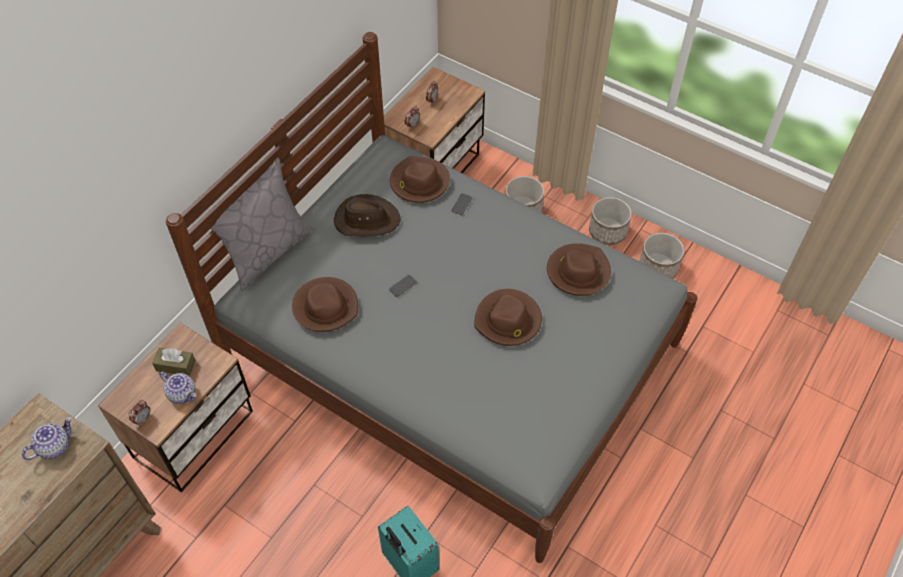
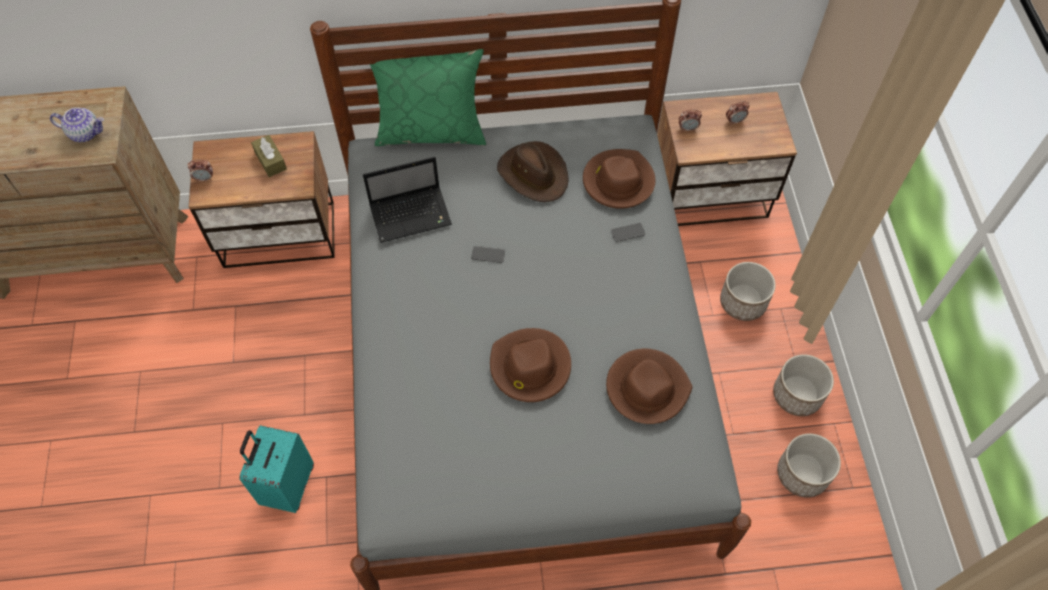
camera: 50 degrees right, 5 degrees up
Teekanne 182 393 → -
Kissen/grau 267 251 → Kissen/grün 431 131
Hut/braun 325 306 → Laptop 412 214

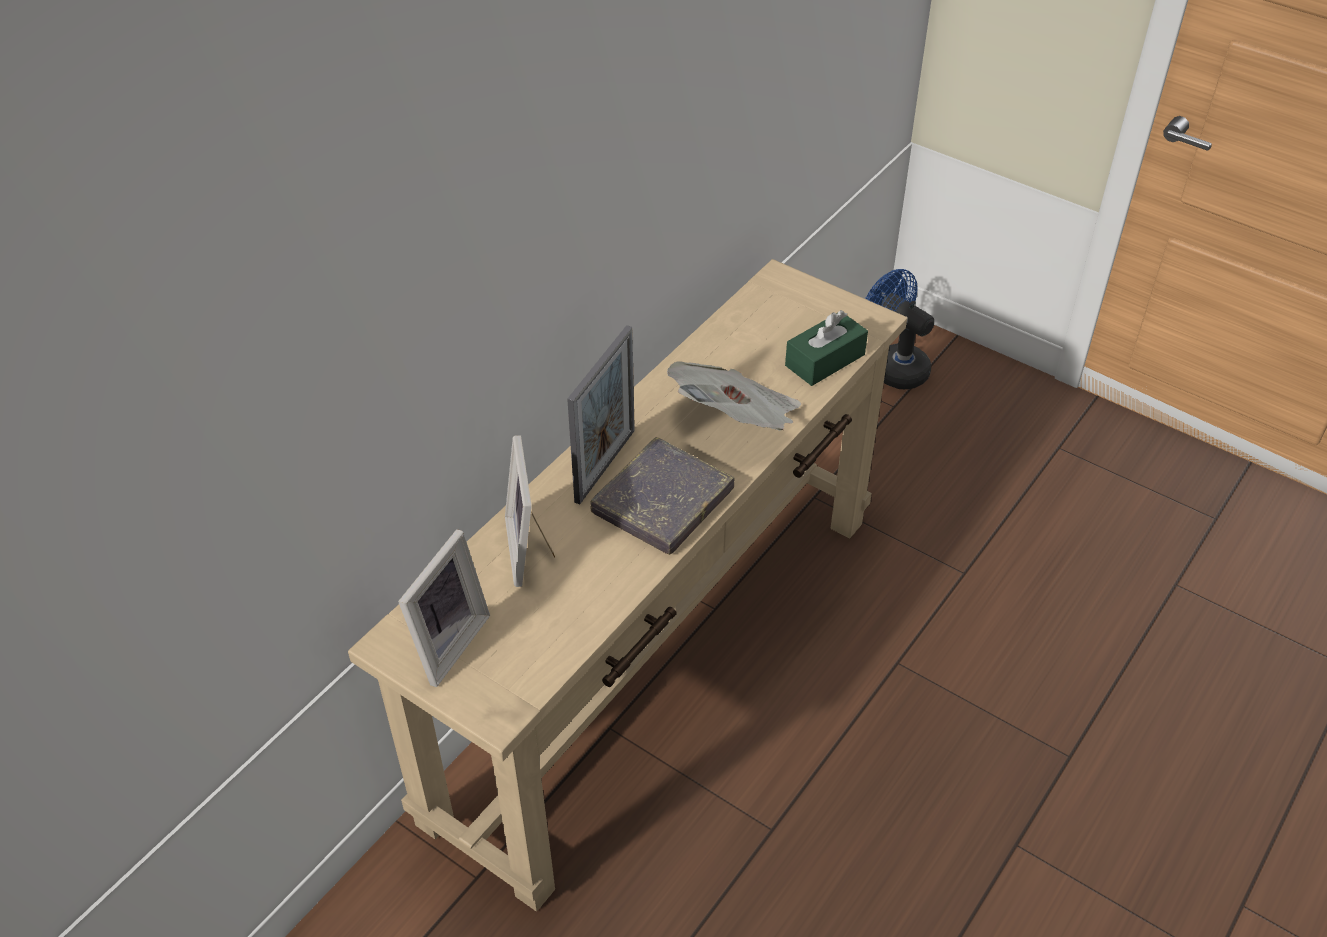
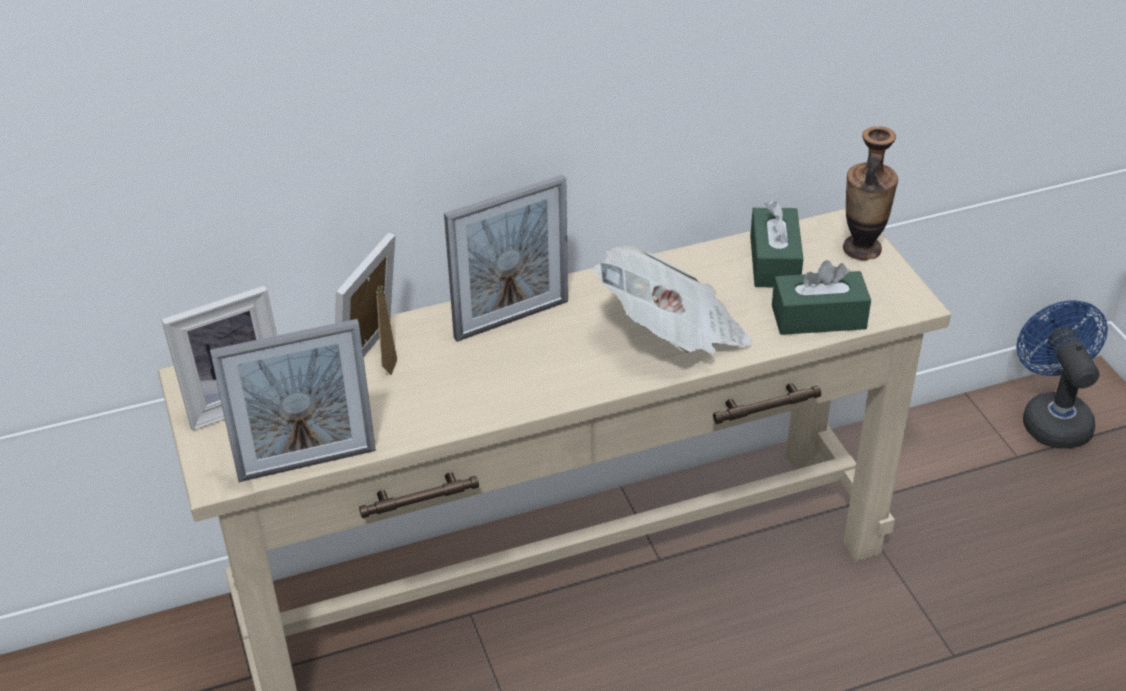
camera: 35 degrees right, 5 degrees down
Buch/grau 662 501 → -
- → Bilderrahmen 307 464
- → Taschentuchbox/grün 774 261
- → Vase 862 249

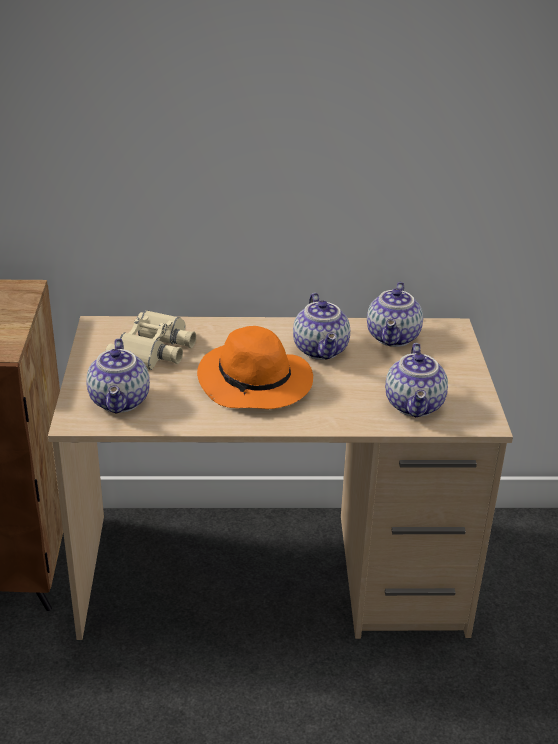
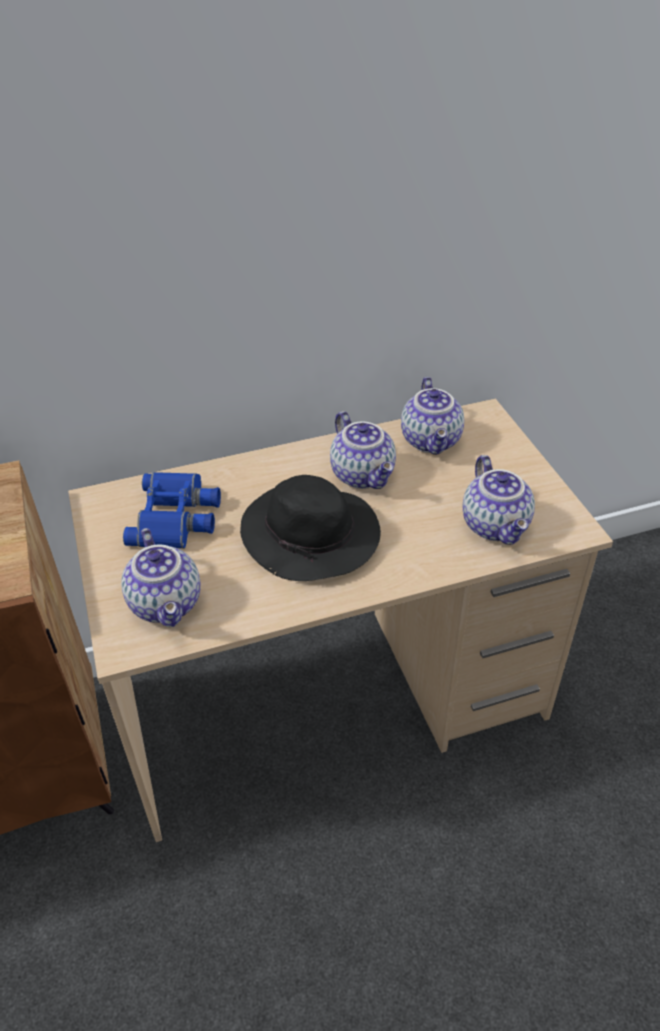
camera: 15 degrees left, 10 degrees up
Fernglas/beige 155 349 → Fernglas/blau 177 517
Hut/orange 256 383 → Hut/schwarz 312 538

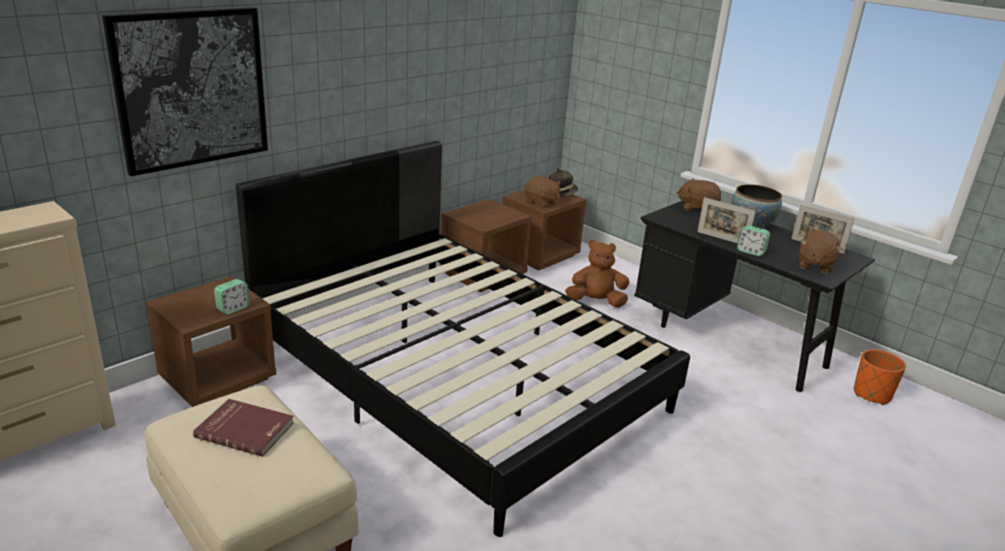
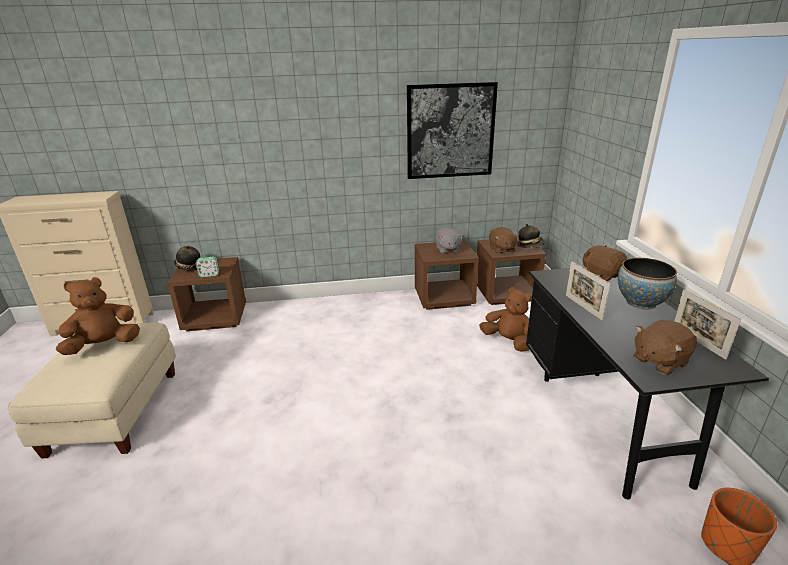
camera: 40 degrees right, 0 degrees up
Bild 192 89 → Bild 450 131, shifted
Buch/rot 246 429 → Plüschtier/braun 104 345
Bett/schwarz 457 375 → -
Wecker 750 251 → -
- → Hut 189 267
- → Plüschtier/grau 447 250

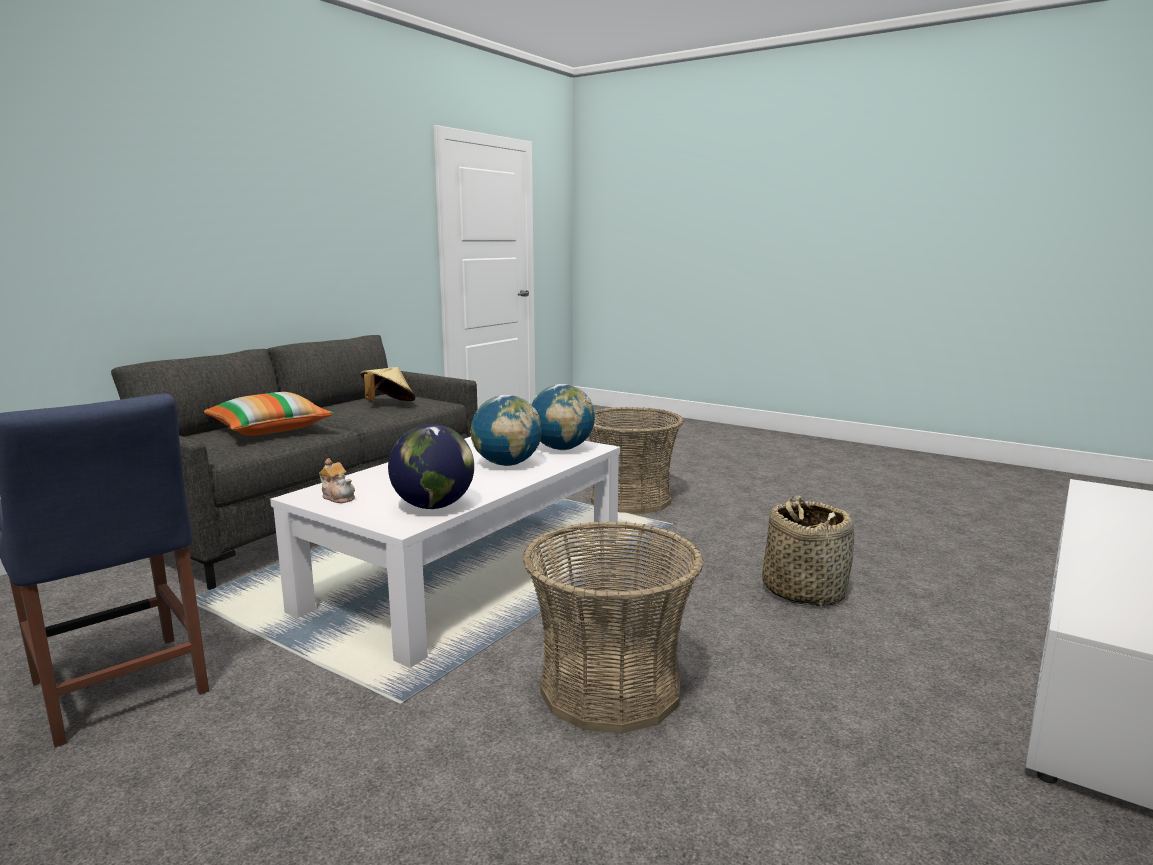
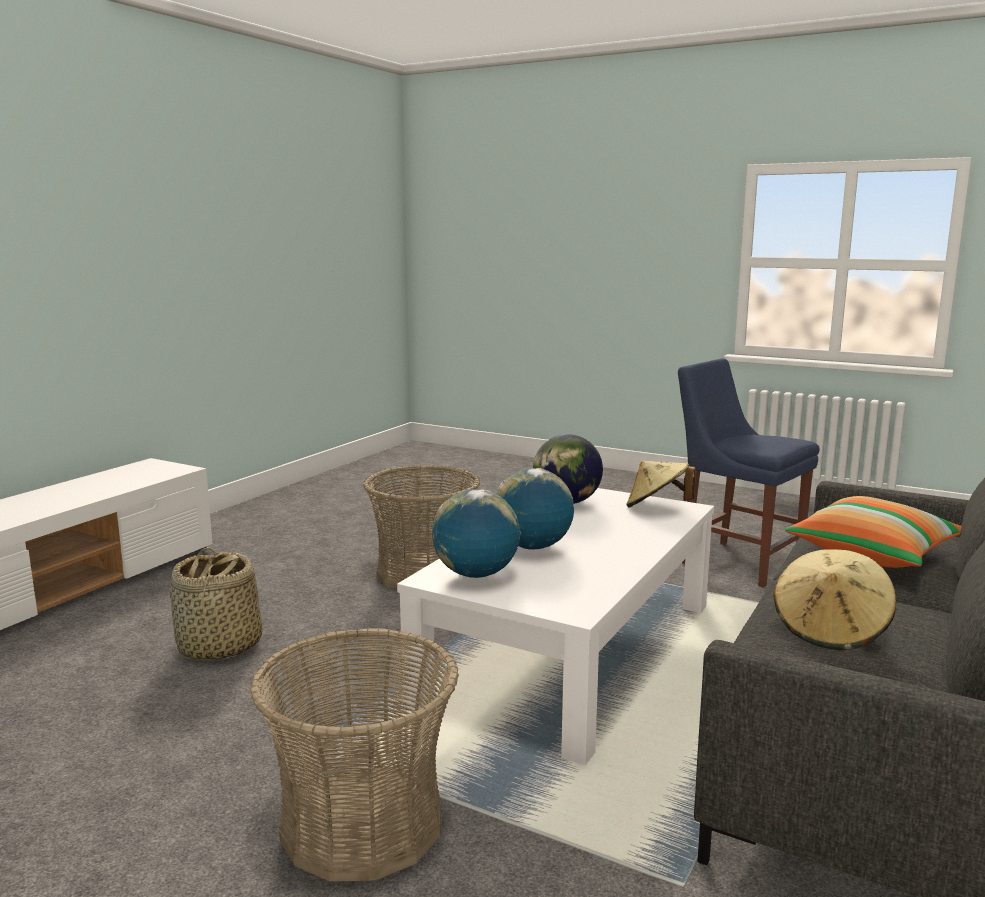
camera: 175 degrees right, 0 degrees up
Teekanne 338 497 → Hut/beige 657 507

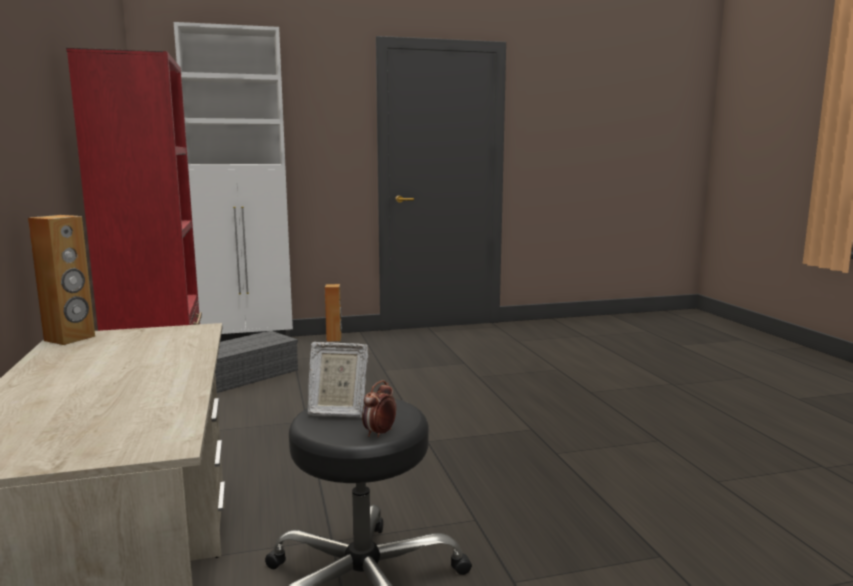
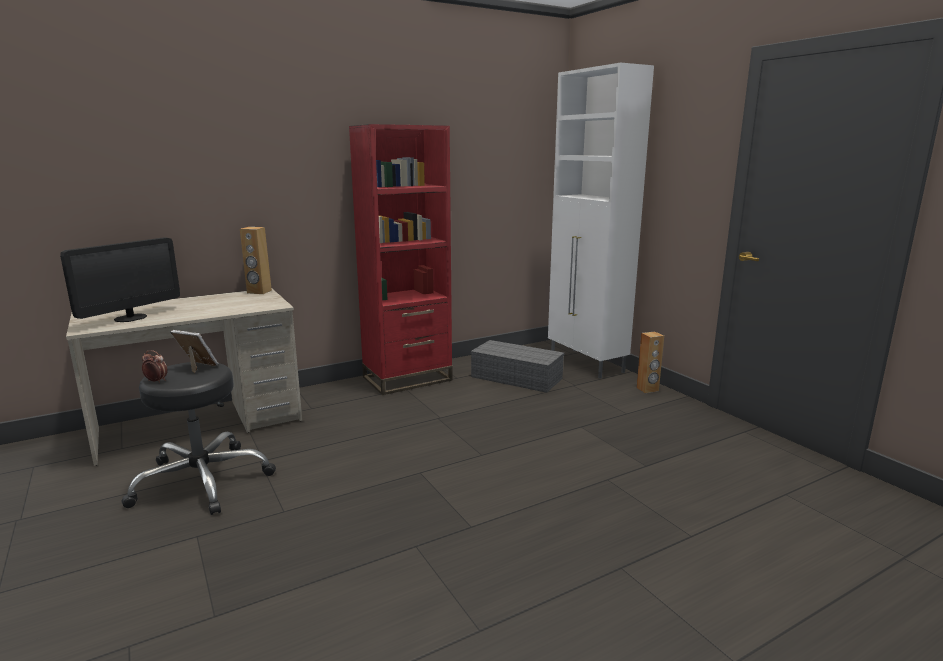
camera: 75 degrees right, 5 degrees up
Bilderrahmen 337 411 → Bilderrahmen 198 367, 120 degrees clockwise
- → Monitor 130 318

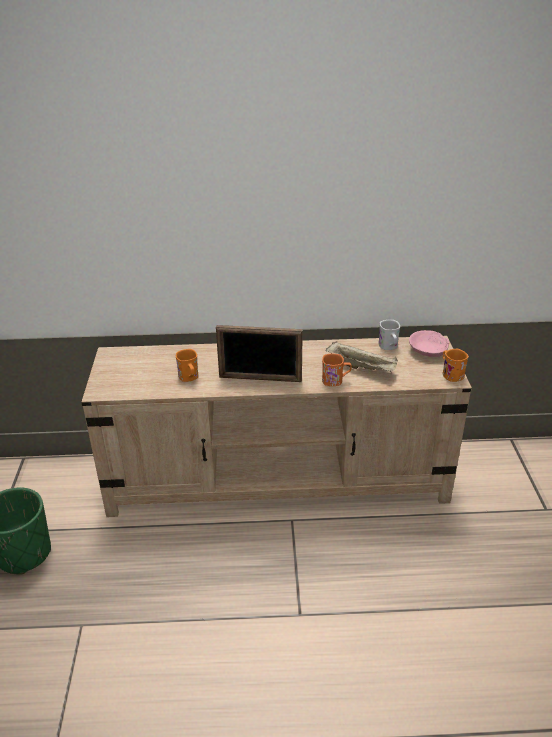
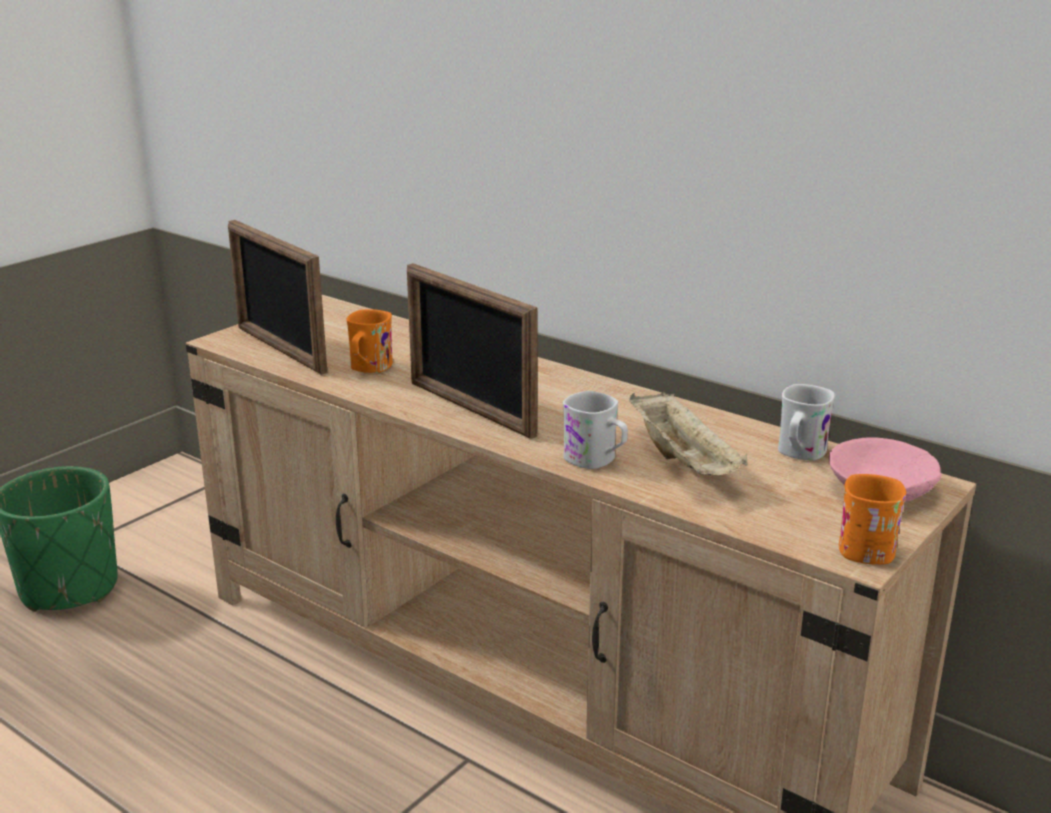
camera: 40 degrees right, 10 degrees down
Henkelbecher/orange 336 380 → Henkelbecher/weiß 596 461
- → Bilderrahmen 280 350

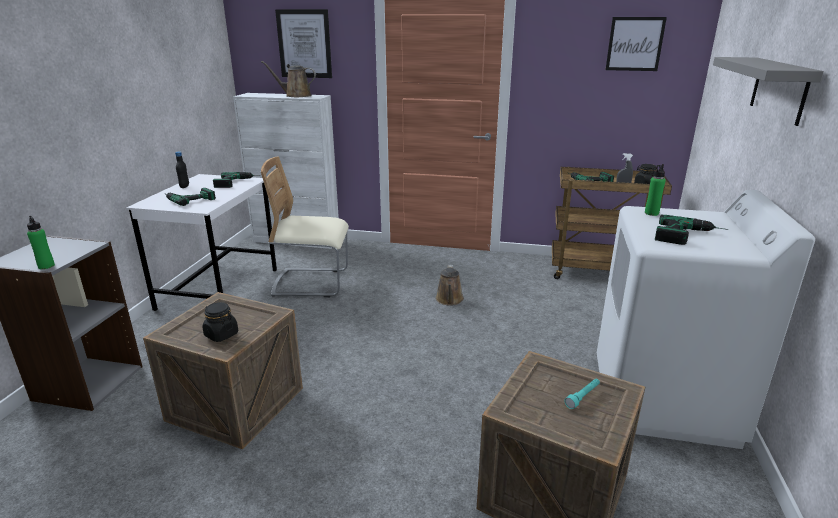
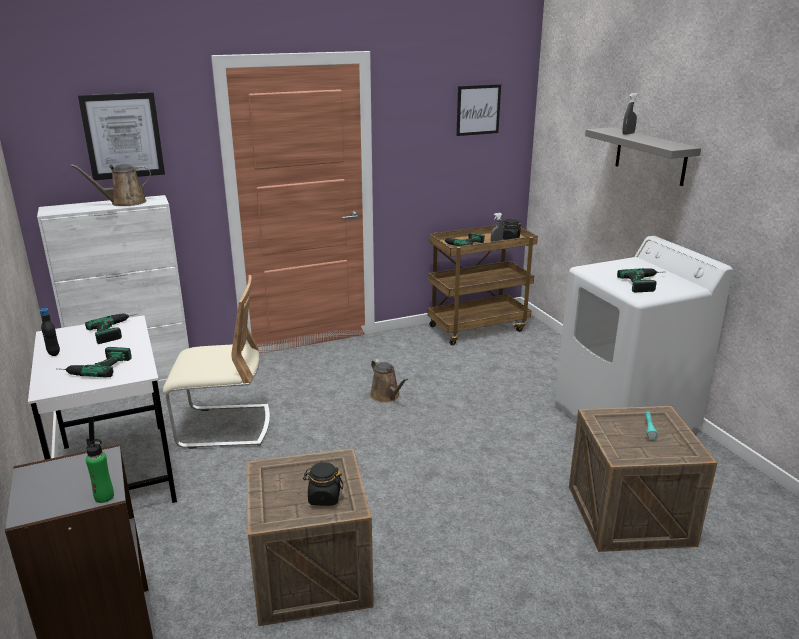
camera: 35 degrees left, 0 degrees up
Stuhl/beige 311 283 → Stuhl/beige 224 427, 150 degrees counterclockwise
Flasche/grün 651 213 → -
- → Sprühflasche/grau 628 134

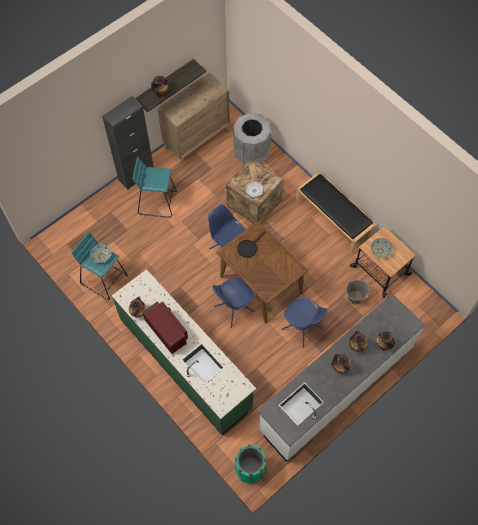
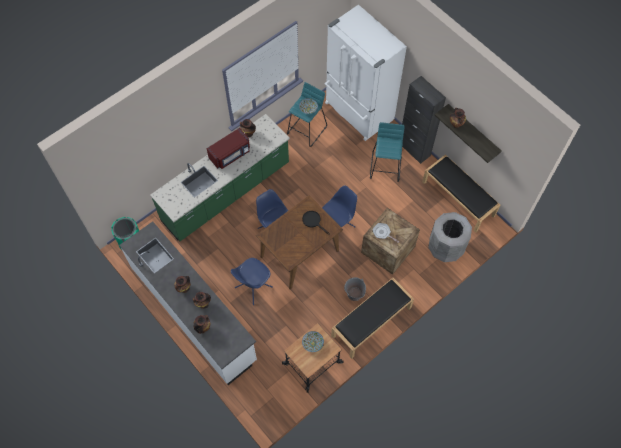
camera: 90 degrees right, 0 degrees up
Kommode/braun 197 139 → Bank/schwarz 458 199
Eimer/grau 355 297 → Eimer/grau 354 294, shifted
- → Kühlschrank/weiß 358 112

